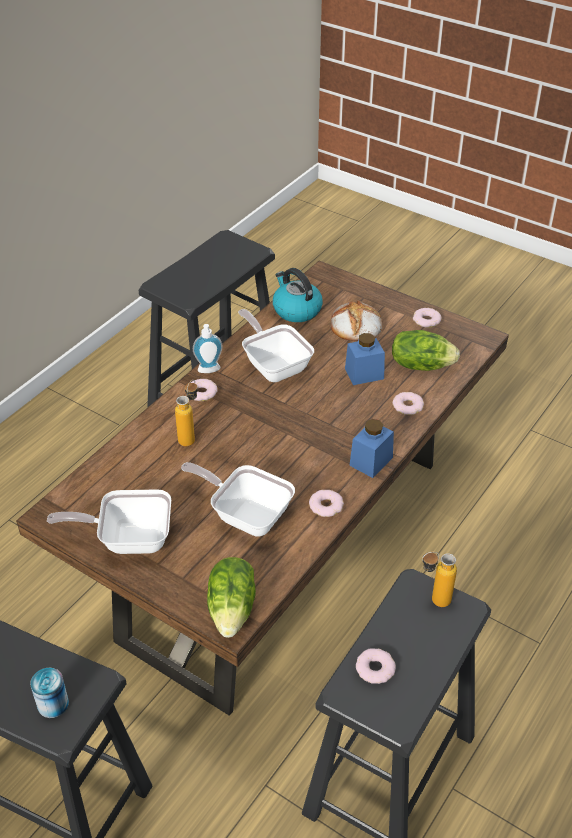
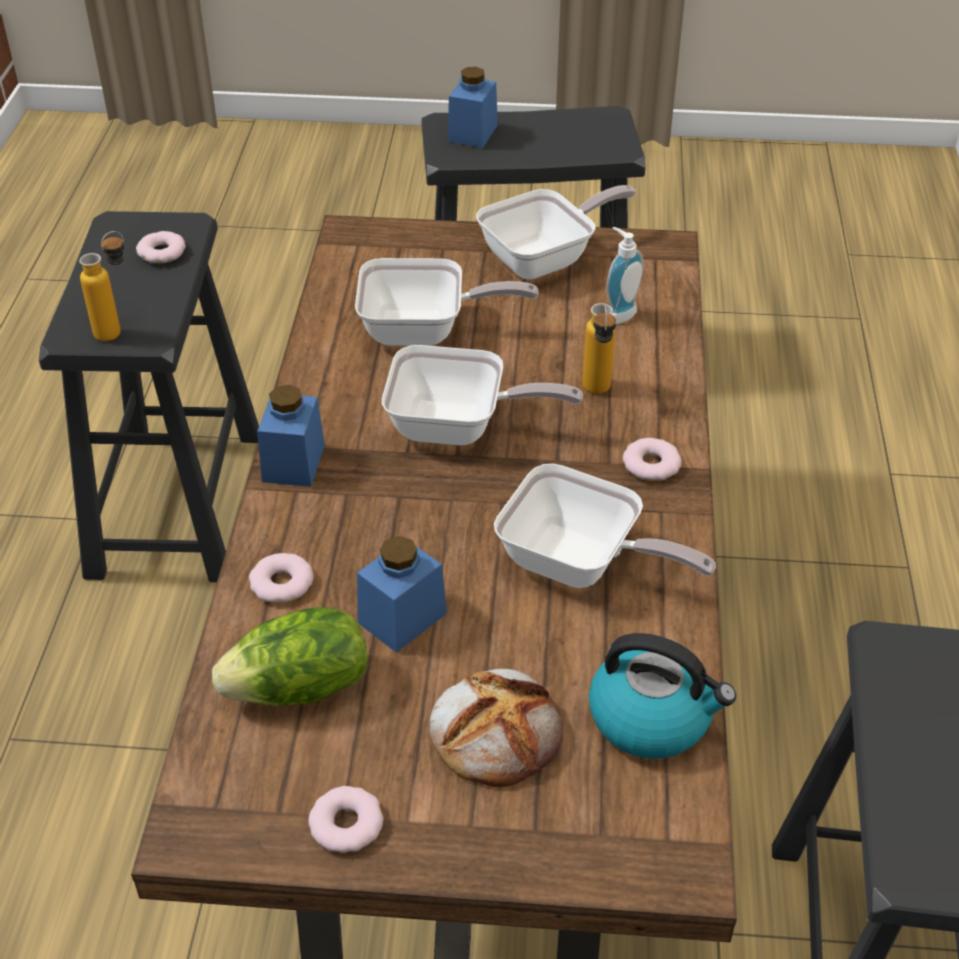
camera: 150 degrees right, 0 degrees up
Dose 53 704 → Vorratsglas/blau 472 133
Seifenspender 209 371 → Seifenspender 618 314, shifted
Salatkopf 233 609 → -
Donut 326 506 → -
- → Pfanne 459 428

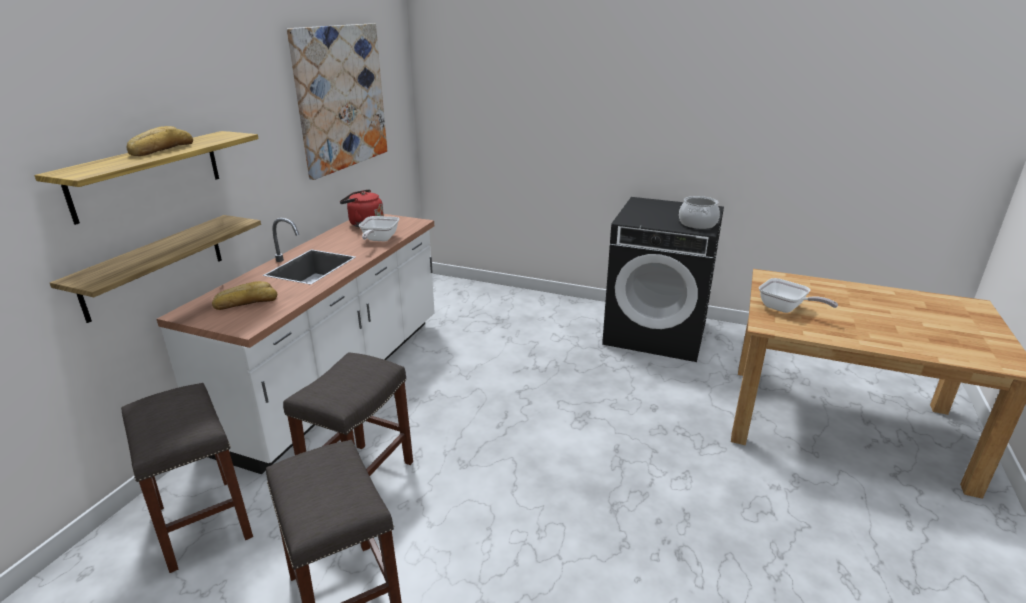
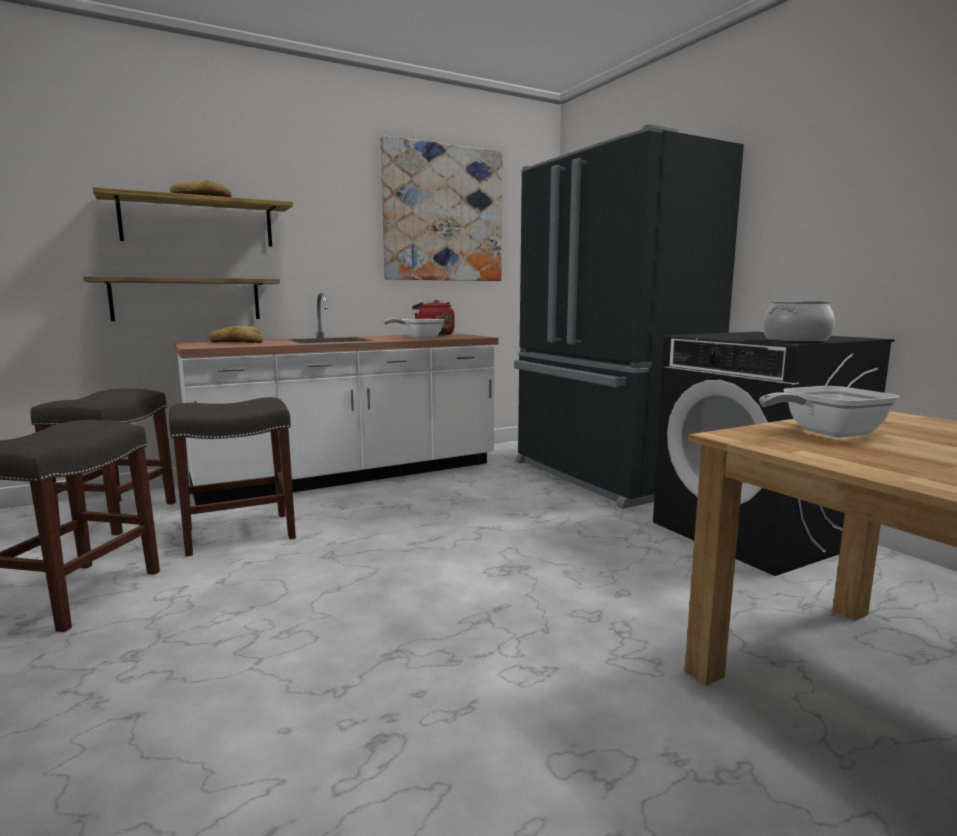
camera: 40 degrees right, 15 degrees down
Pfanne 785 309 → Pfanne 825 433, 75 degrees clockwise
- → Kühlschrank/schwarz 605 476

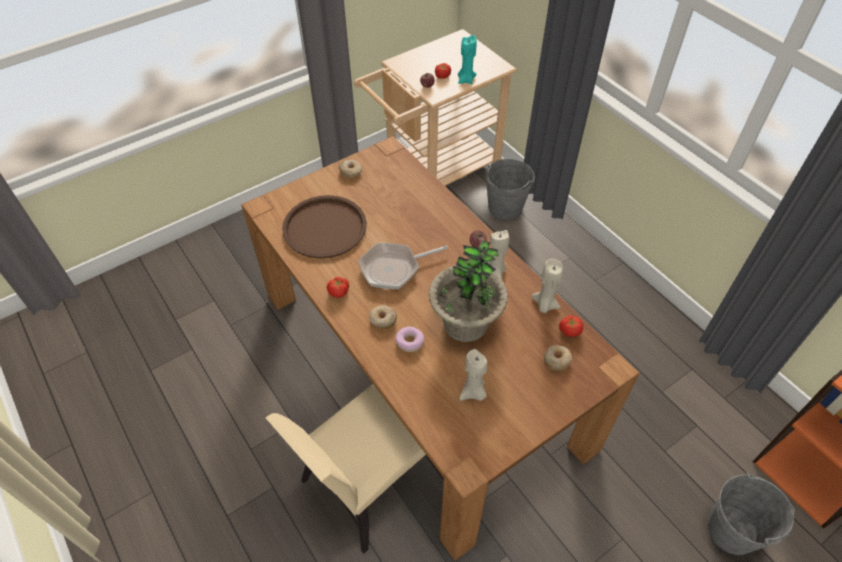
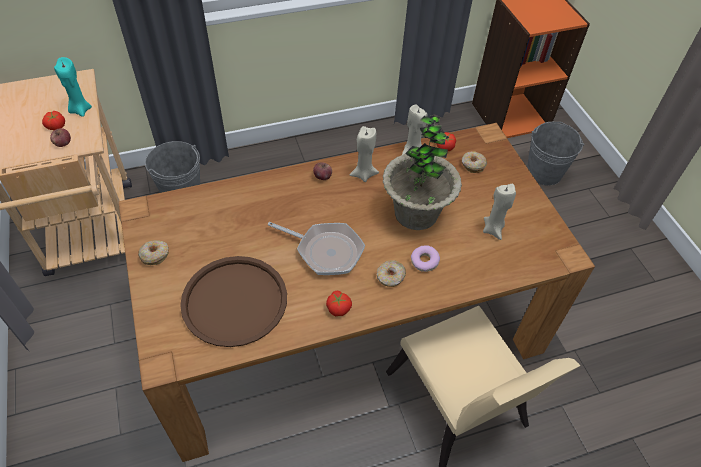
camera: 75 degrees left, 0 degrees up
Pfanne 394 268 → Pfanne 325 251, 60 degrees counterclockwise

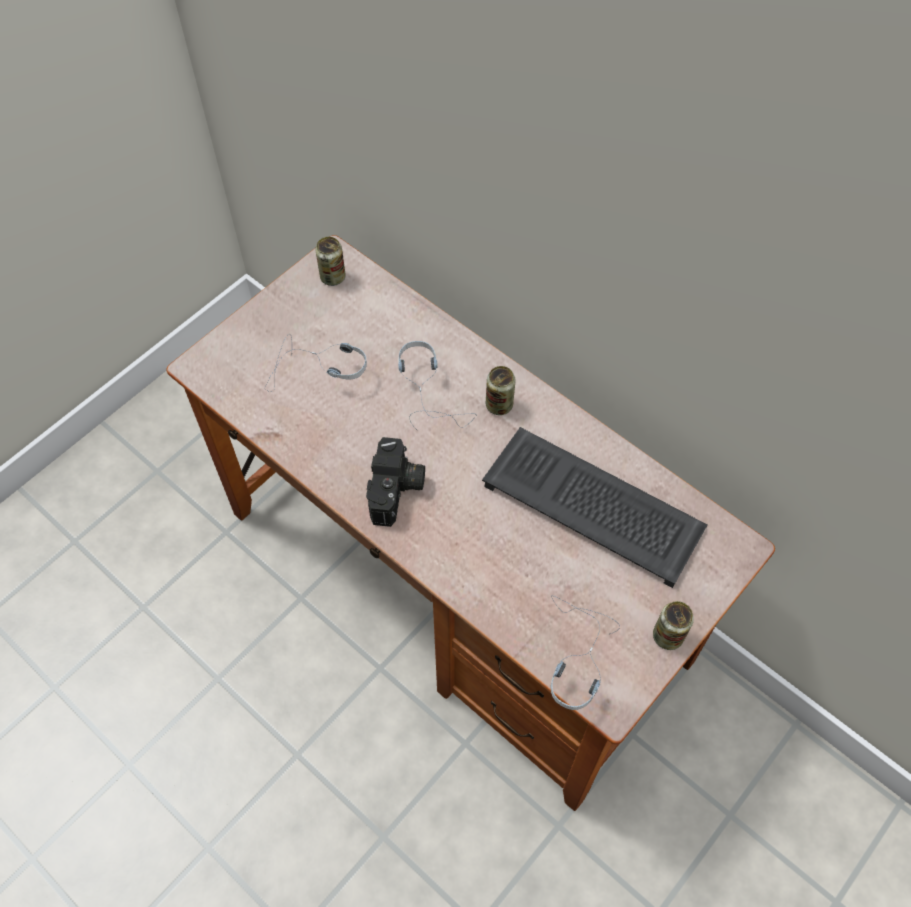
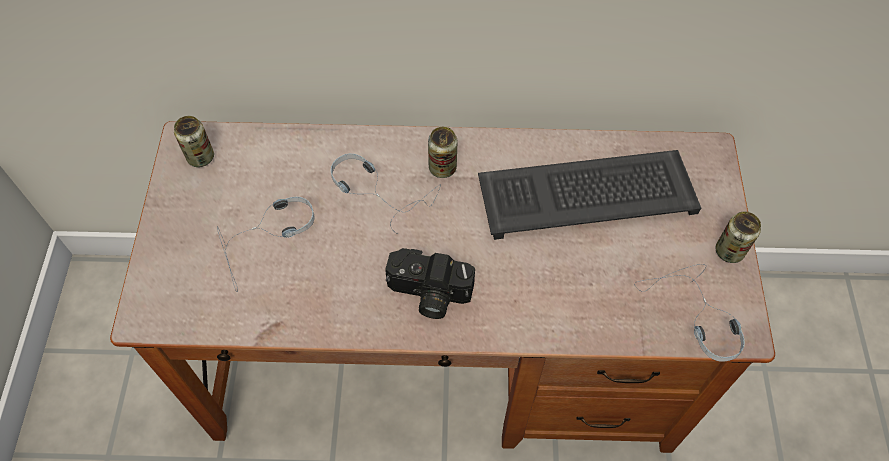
camera: 40 degrees left, 0 degrees up
Kamera 397 491 → Kamera 428 294, 135 degrees clockwise

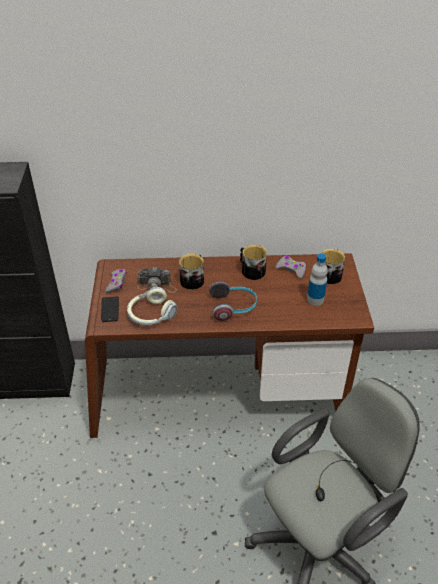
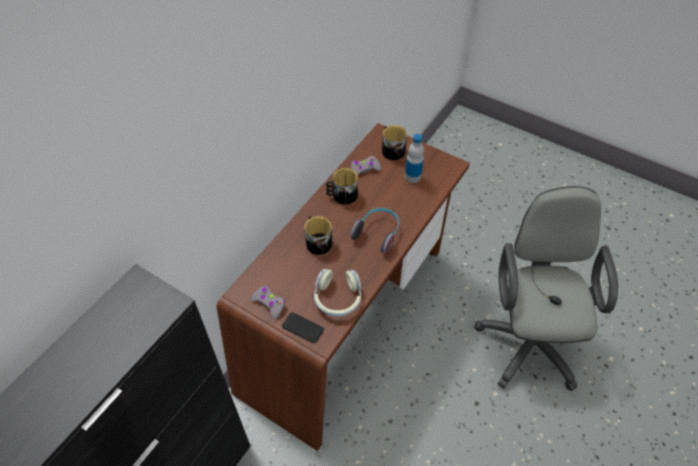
camera: 55 degrees left, 10 degrees up
Kamera 157 286 → -

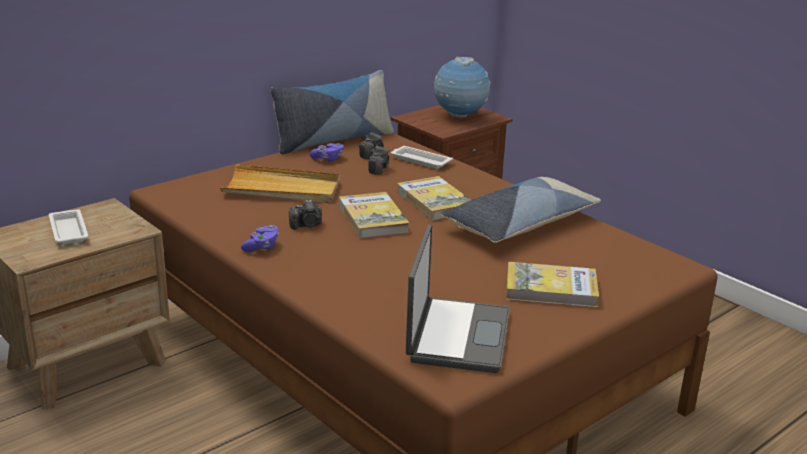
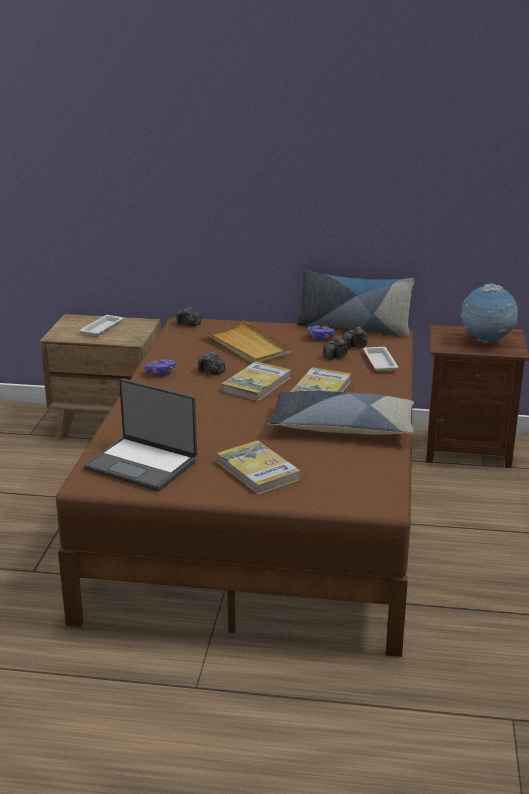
camera: 50 degrees right, 0 degrees up
Laptop 456 336 → Laptop 142 464, 60 degrees clockwise
- → Kamera 188 324

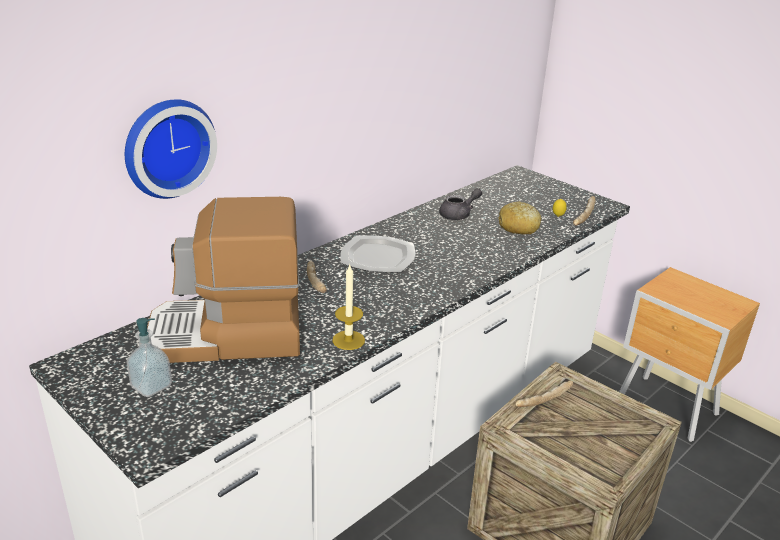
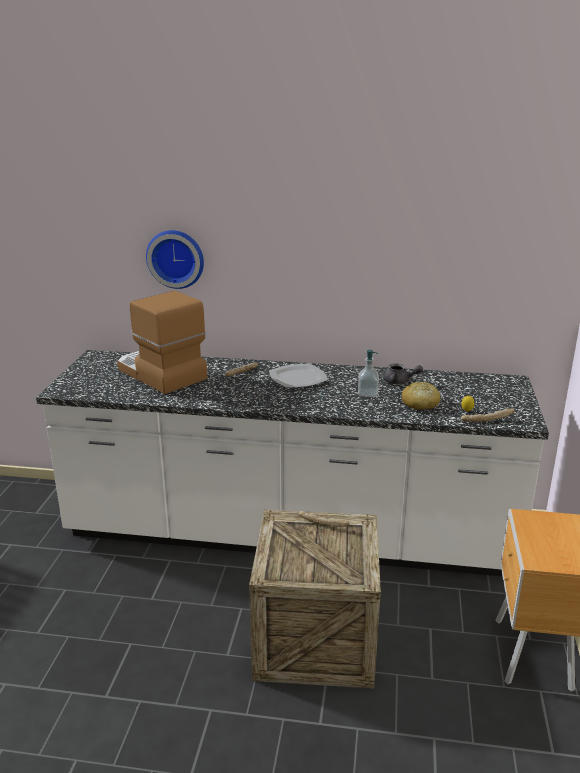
camera: 55 degrees right, 5 degrees down
Seifenspender 151 386 → Seifenspender 367 393, shifted
Kerze 348 340 → -

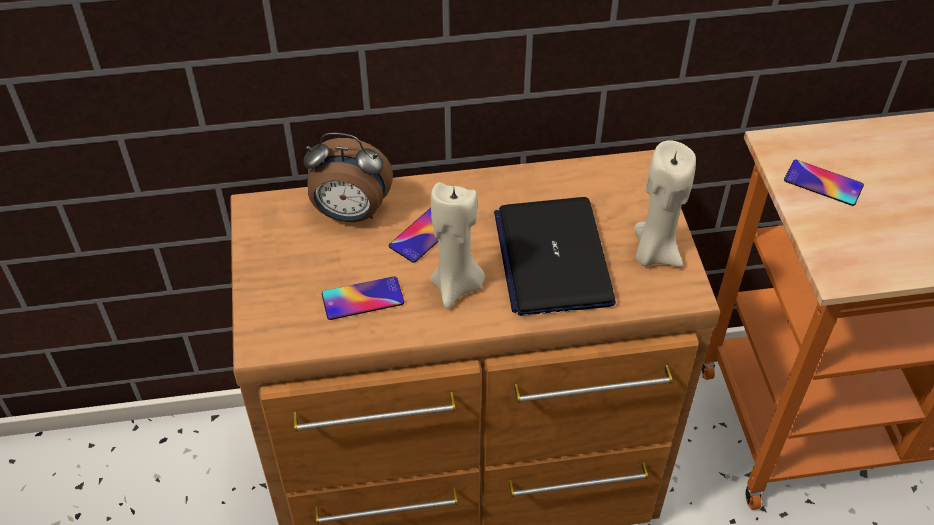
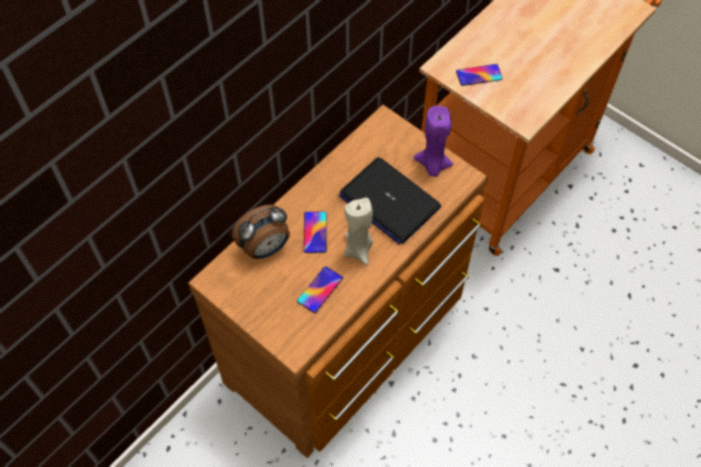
camera: 40 degrees left, 10 degrees up
Kerze/beige 654 252 → Kerze/lila 432 165

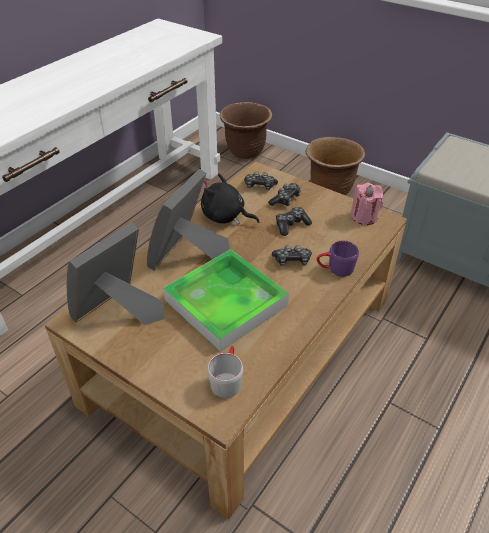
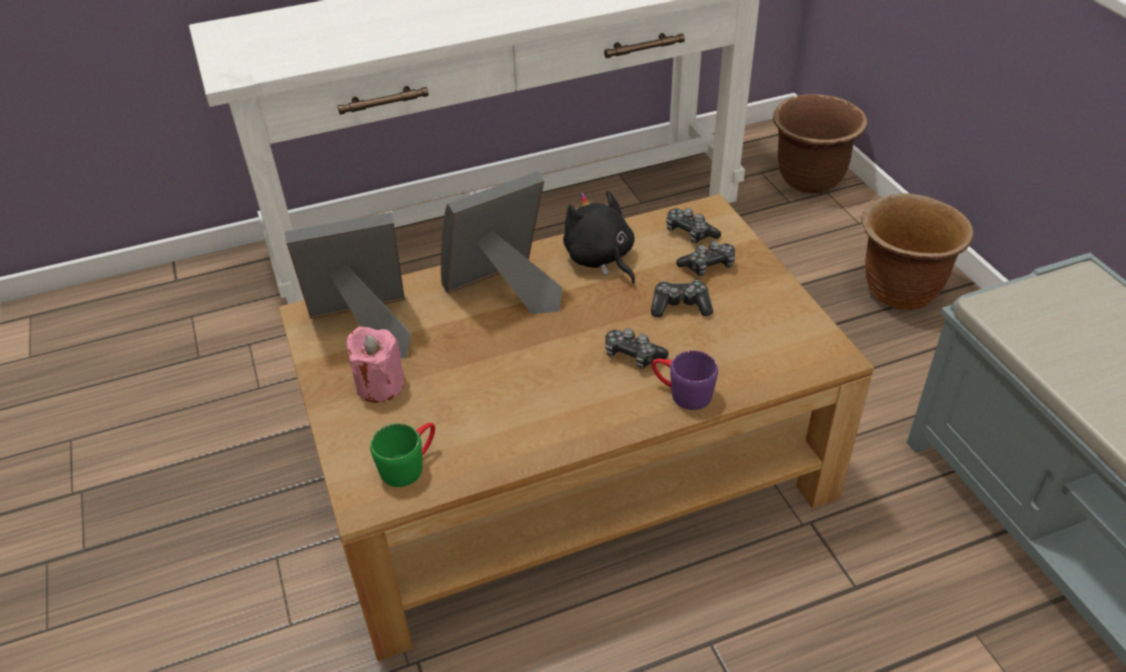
camera: 35 degrees right, 0 degrees up
Tablett 226 302 → -
Henkelbecher/grau 227 379 → Henkelbecher/grün 409 464
Kerze/rosa 364 217 → Kerze/rosa 380 385, shifted

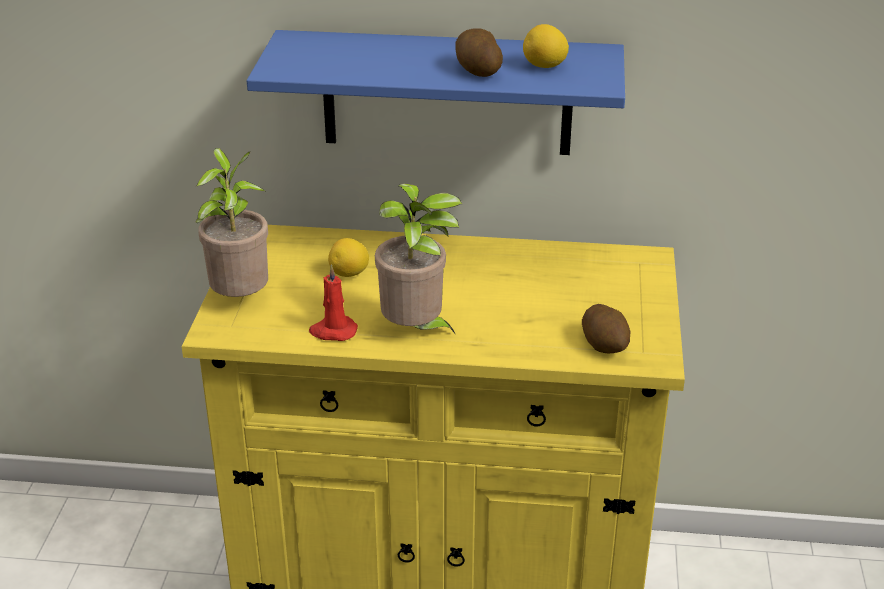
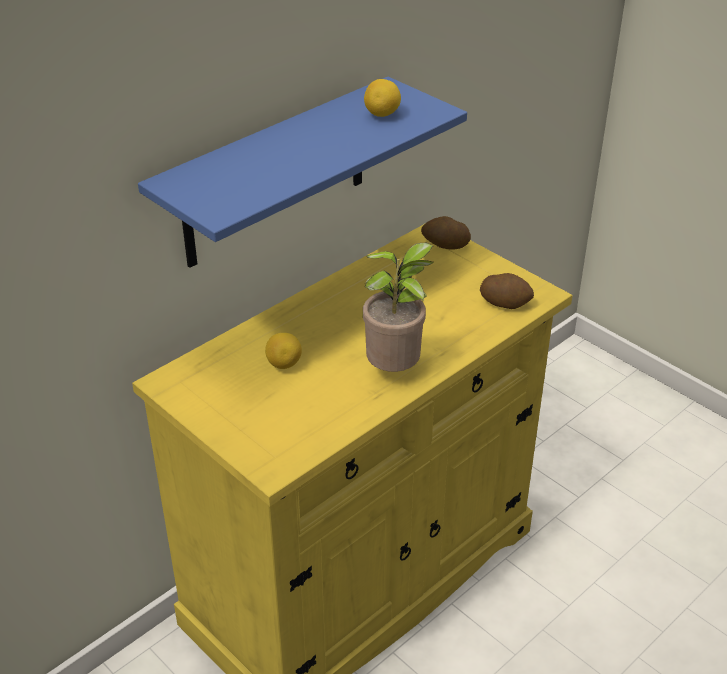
camera: 50 degrees left, 5 degrees up
Topfpflanze 240 299 → -
Kerze/rot 333 331 → -
Kartoffel 477 70 → Kartoffel 445 245, shifted

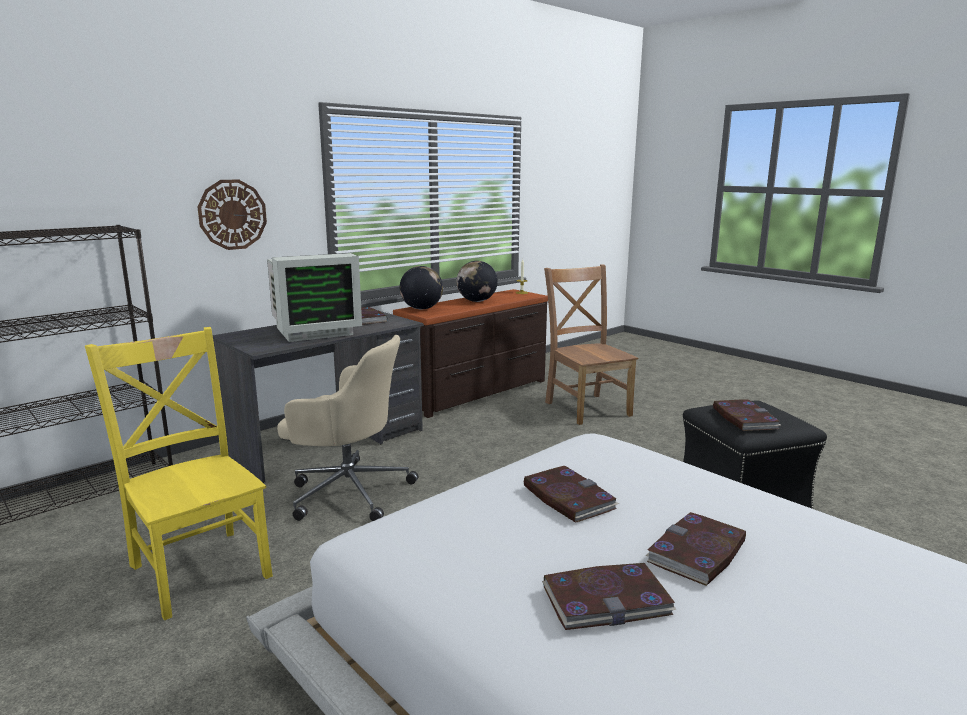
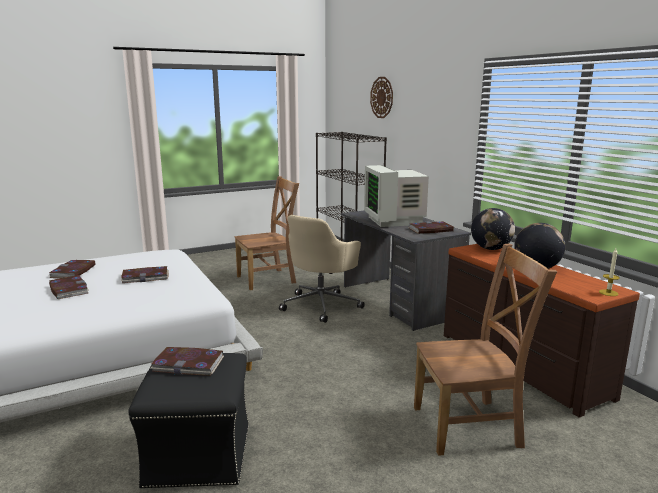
camera: 105 degrees right, 0 degrees up
Stuhl/gelb 199 567 → Stuhl/braun 268 279
Wanduhr 232 214 → Wanduhr 382 97, shifted

